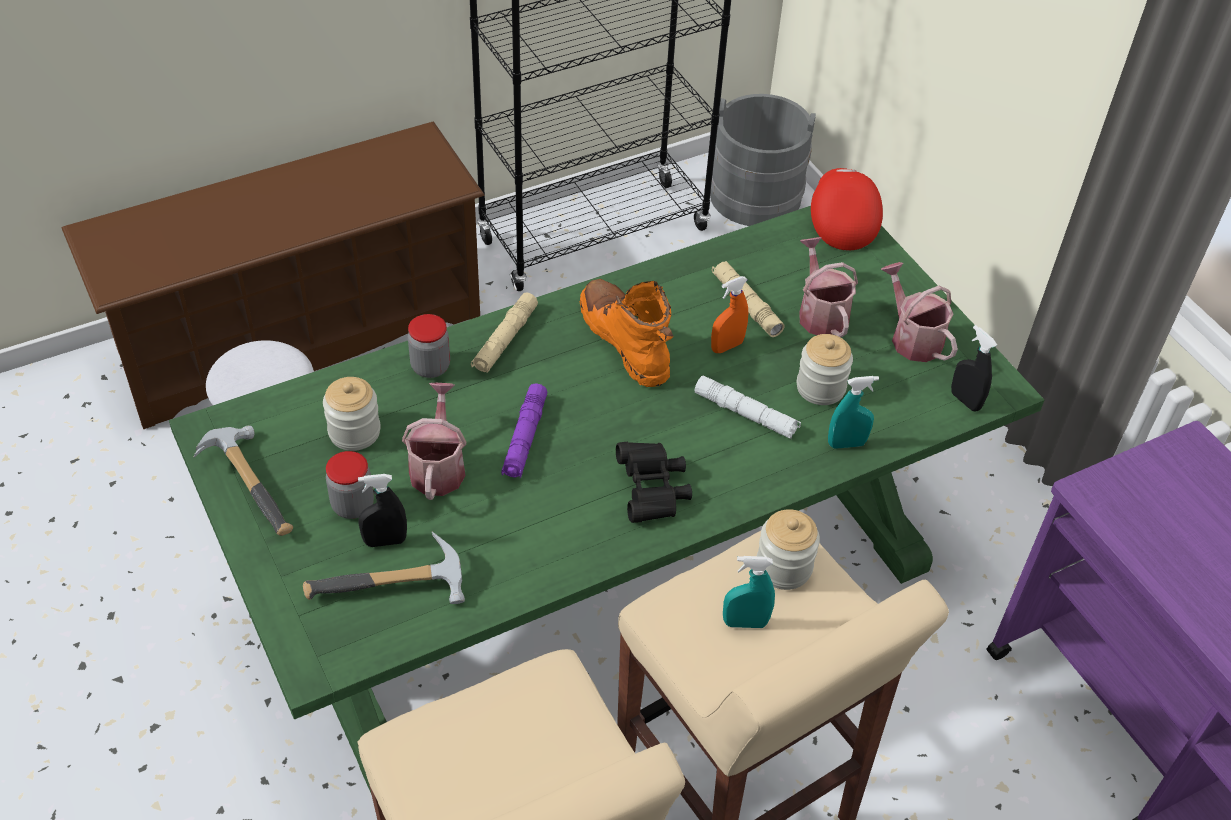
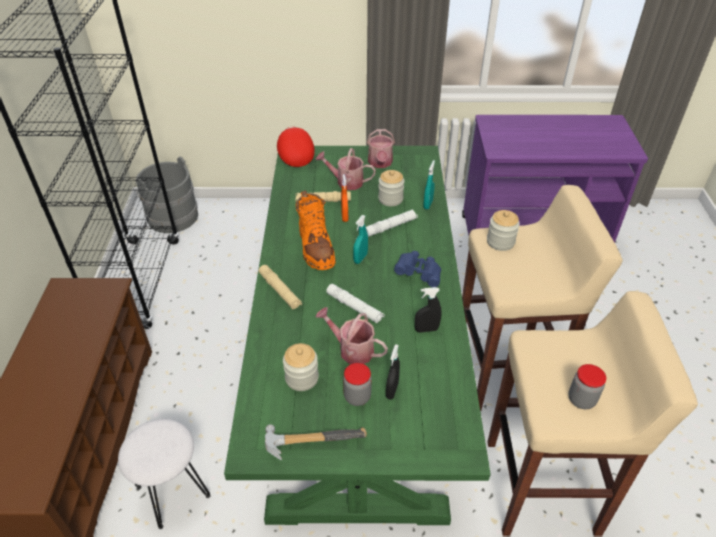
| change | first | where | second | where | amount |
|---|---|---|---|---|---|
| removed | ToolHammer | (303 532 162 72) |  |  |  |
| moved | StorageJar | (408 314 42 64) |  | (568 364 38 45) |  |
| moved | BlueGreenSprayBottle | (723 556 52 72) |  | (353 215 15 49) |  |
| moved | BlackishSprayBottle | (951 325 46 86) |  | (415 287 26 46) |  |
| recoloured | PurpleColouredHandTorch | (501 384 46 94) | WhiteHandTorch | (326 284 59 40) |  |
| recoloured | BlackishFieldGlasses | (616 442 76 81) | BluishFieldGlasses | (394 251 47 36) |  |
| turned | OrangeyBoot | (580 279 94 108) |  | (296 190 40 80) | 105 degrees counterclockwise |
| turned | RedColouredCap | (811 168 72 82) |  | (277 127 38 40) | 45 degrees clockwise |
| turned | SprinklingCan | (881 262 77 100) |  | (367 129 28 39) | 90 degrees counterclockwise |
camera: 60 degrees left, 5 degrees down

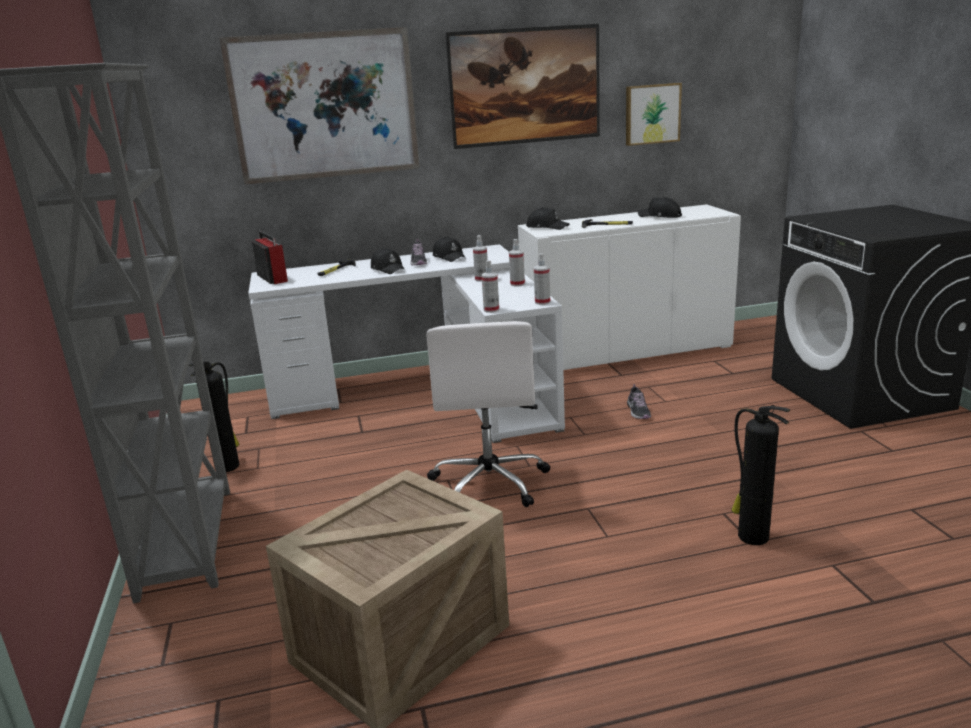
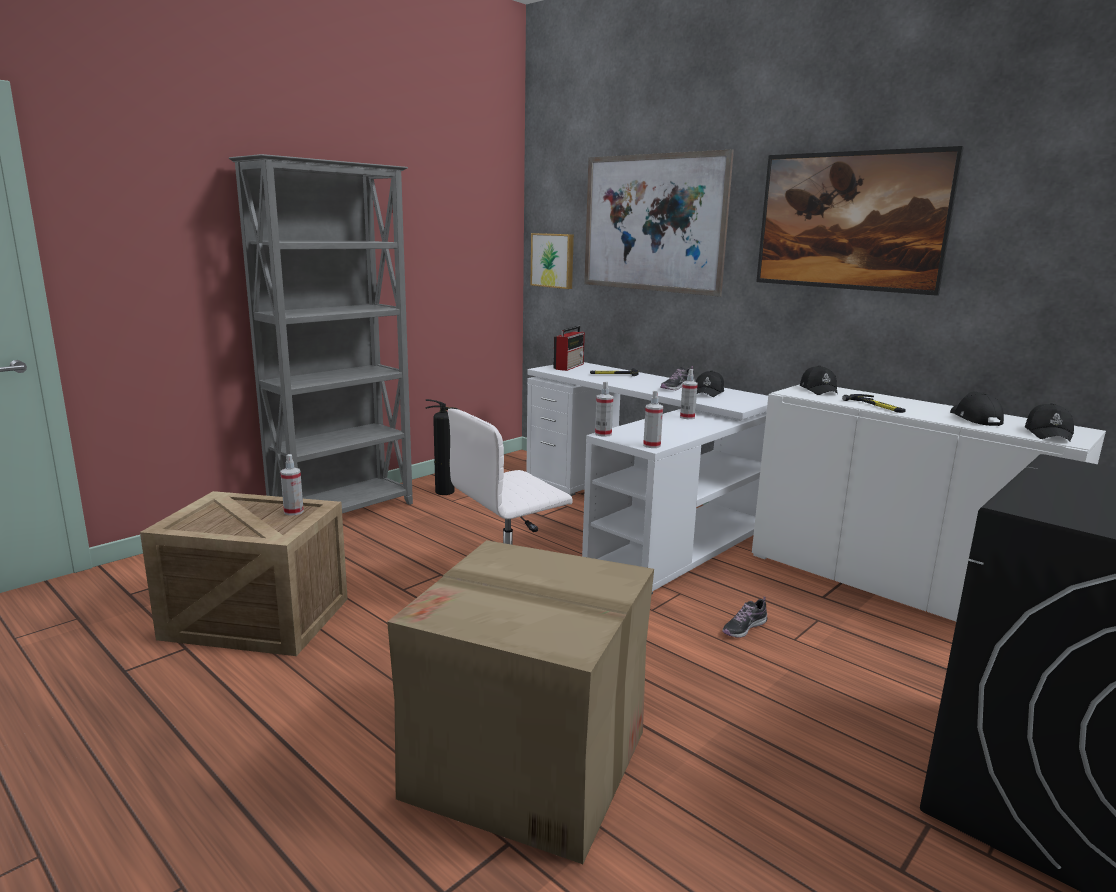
| change | first | where | second | where | amount |
|---|---|---|---|---|---|
| moved | BlackishCap | (371 248 34 26) |  | (1025 403 49 39) |  |
| moved | SprayBottle | (509 239 16 48) |  | (280 454 24 62) |  |
| moved | WallArt | (626 83 56 63) |  | (530 233 44 56) |  |
| replaced | Extinguisher | (731 405 59 140) | CardboardBox | (387 540 267 324) |  |
camera: 55 degrees right, 5 degrees down

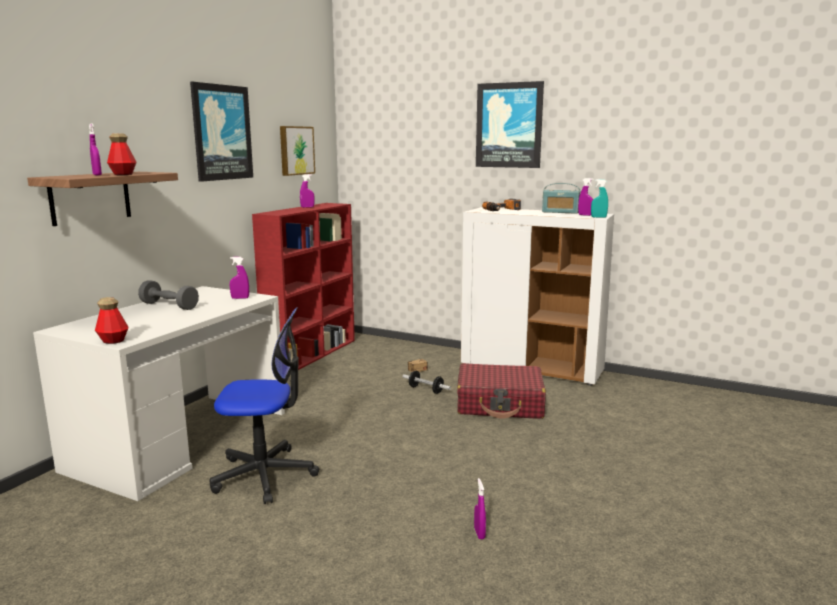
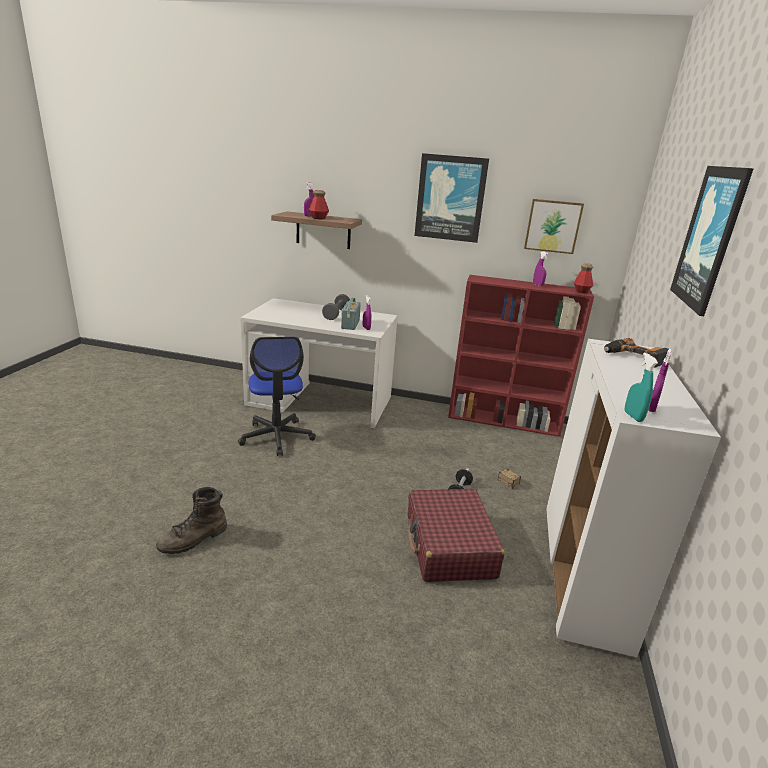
| change | first | where | second | where | amount |
|---|---|---|---|---|---|
| moved | Bottle | (95 297 33 47) |  | (574 263 19 30) |  |
| moved | RadioSet | (542 183 39 31) |  | (341 298 20 32) |  |
| replaced | PurpleColouredSprayBottle | (474 478 12 62) | BrownColouredBoot | (156 487 71 67) |  |
camera: 75 degrees right, 10 degrees up

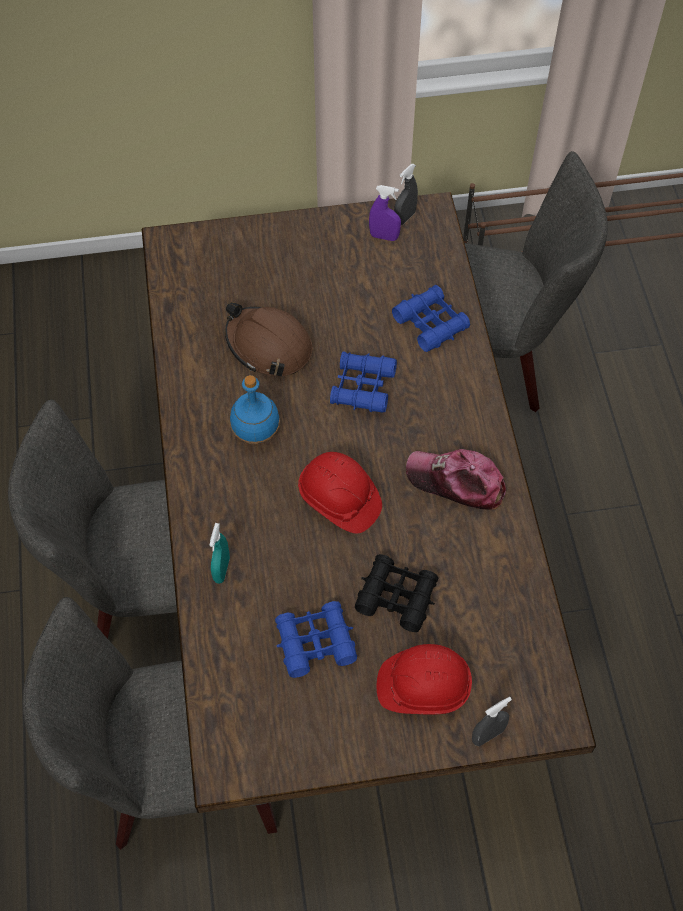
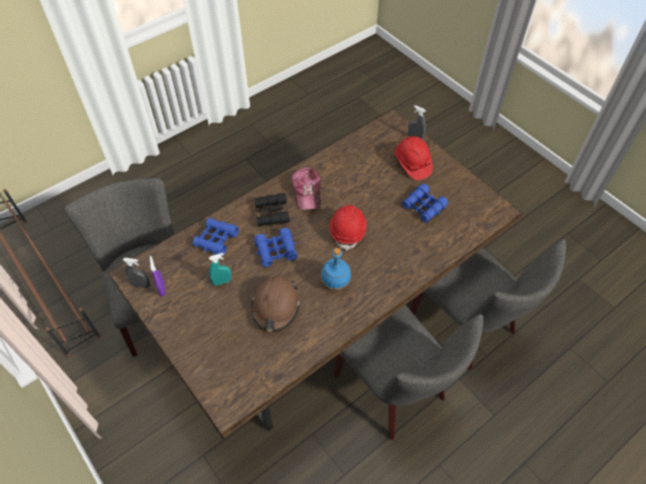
| change | first | where | second | where | amount |
|---|---|---|---|---|---|
| moved | BlueGreenSprayBottle | (209 523 21 61) |  | (209 253 23 33) |  |
| moved | BlackishFieldGlasses | (355 554 83 78) |  | (255 193 35 34) |  |
camera: 120 degrees left, 5 degrees down

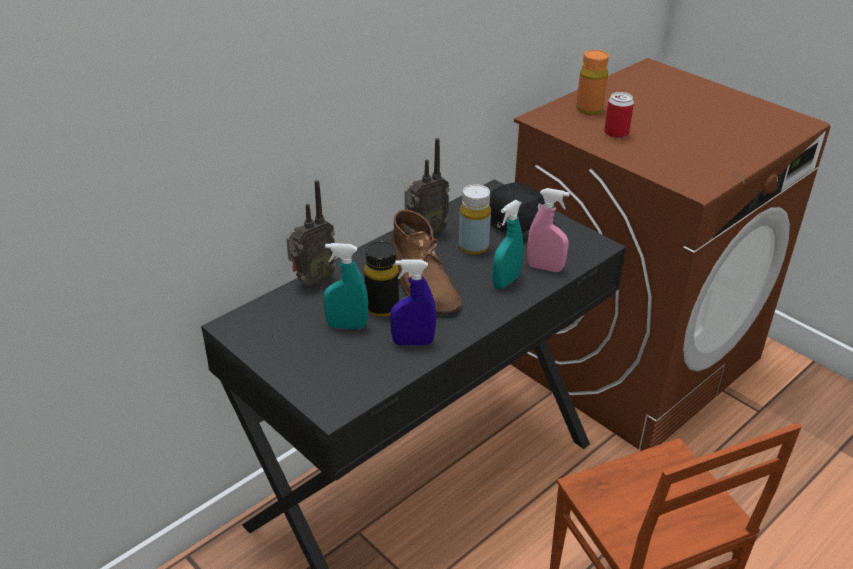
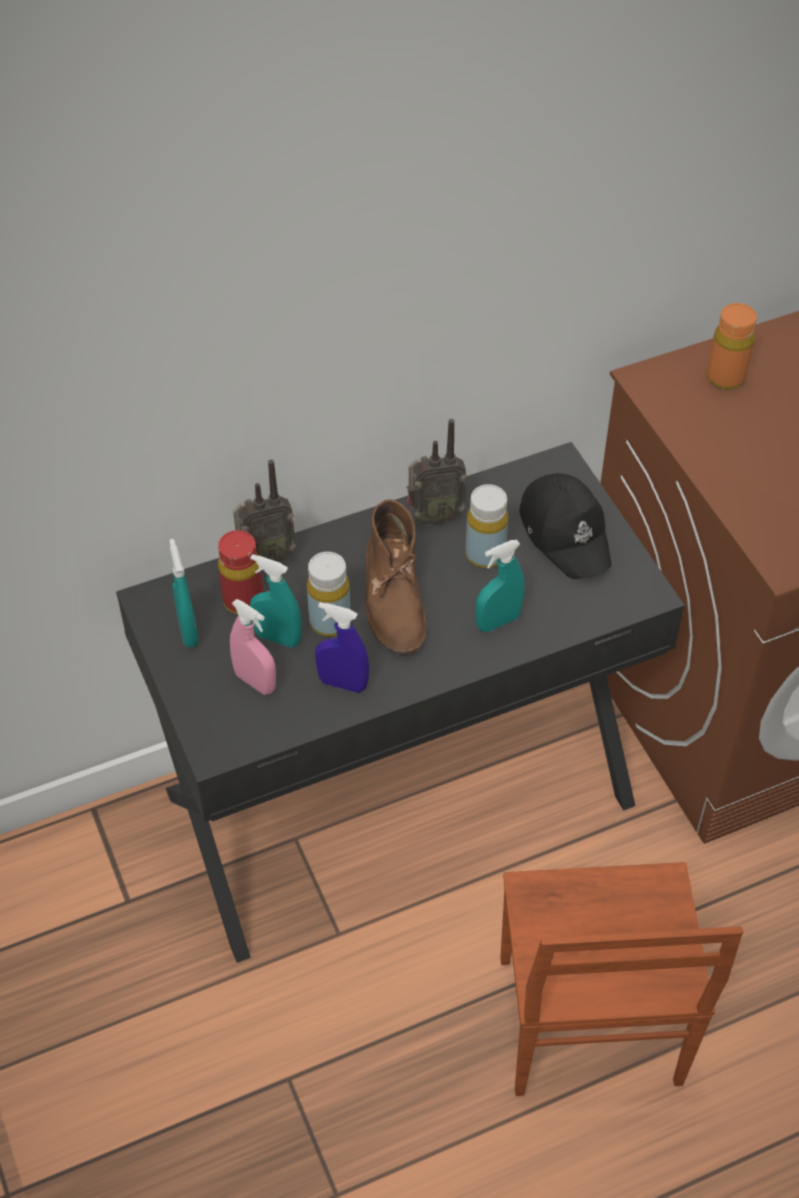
| change | first | where | second | where | amount |
|---|---|---|---|---|---|
| removed | Can | (604 92 30 46) |  |  |  |
| added |  |  | BlueGreenSprayBottle | (169 539 30 108) |  |
| added |  |  | RedColouredBottle | (218 530 45 84) |  |
| moved | PinkSprayBottle | (527 188 43 84) |  | (230 599 46 96) |  |
| recoloured | BlackishBottle | (364 241 35 76) | YellowBottle | (307 552 43 84) |  |
camera: 20 degrees right, 15 degrees up

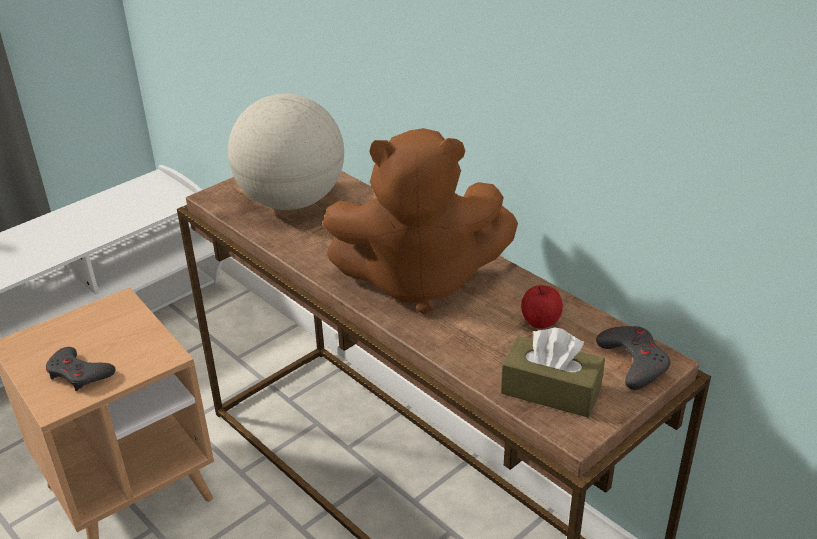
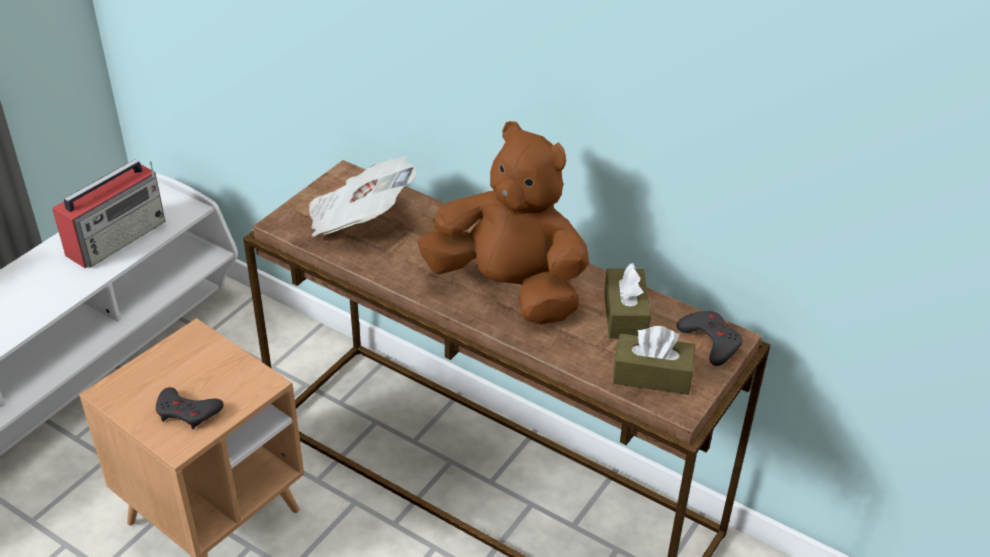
| change | first | where | second | where | amount |
|---|---|---|---|---|---|
| added |  |  | RadioSet | (52 159 113 109) |  |
| replaced | DeskGlobe | (228 94 116 116) | Newspaper | (309 156 107 81) |  |
| replaced | Apple | (521 285 42 44) | BrownColouredTissueHolder | (604 263 47 76) |  |
| turned | BrownColouredCuddlyToy | (323 128 195 186) |  | (417 121 172 204) | 135 degrees counterclockwise |
camera: 15 degrees left, 5 degrees up

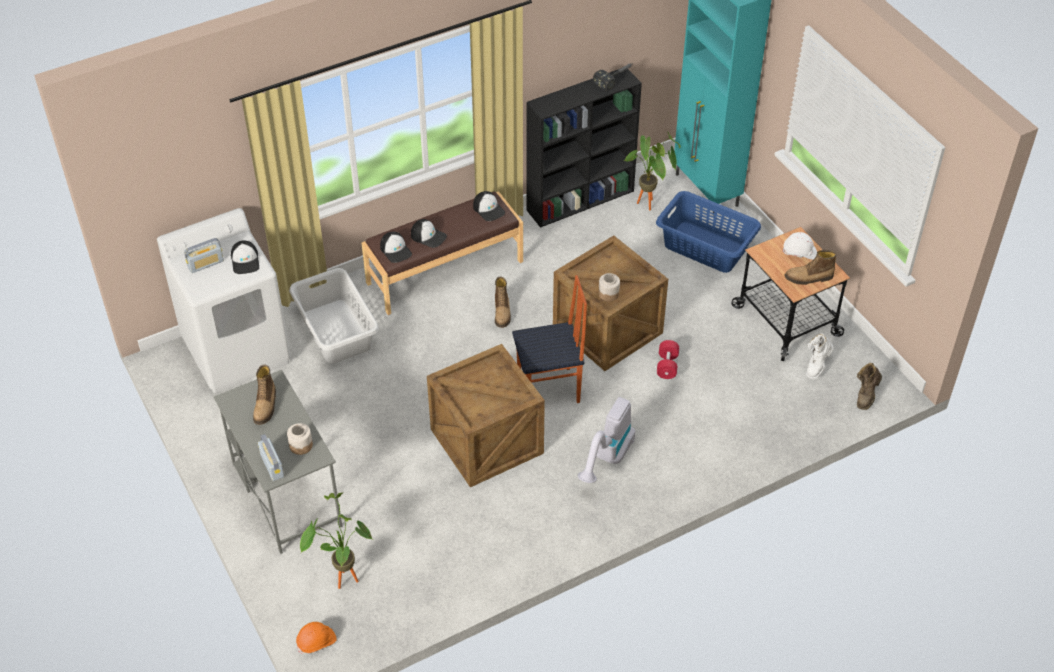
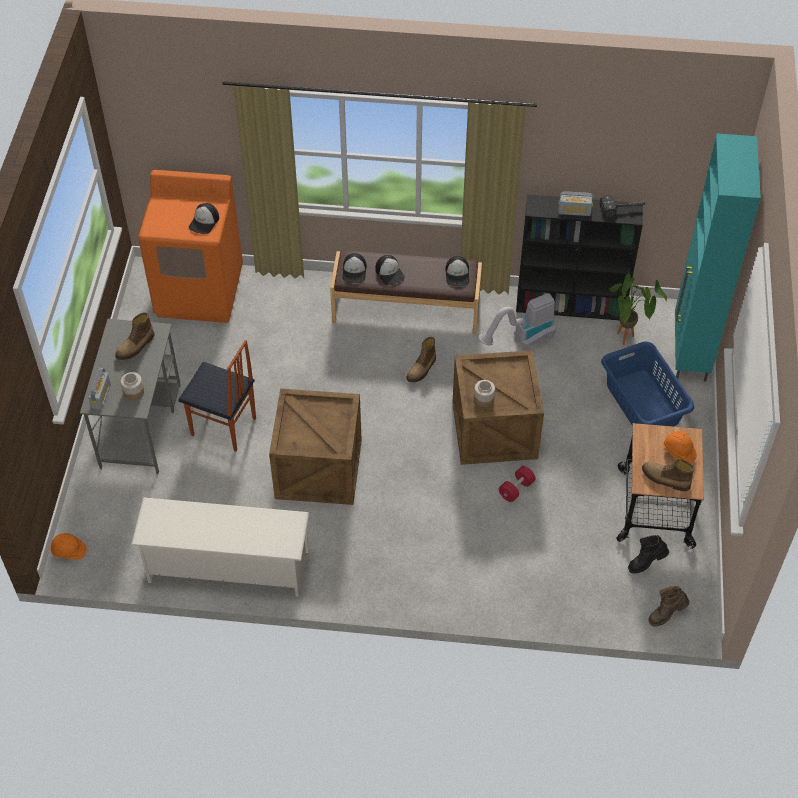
| change | first | where | second | where | amount |
|---|---|---|---|---|---|
| removed | GrayLaundryBasket | (289 268 90 95) |  |  |  |
| removed | Houseplant | (300 493 73 96) |  |  |  |
| added |  |  | WhiteShoeShelf | (131 497 178 100) |  |
| moved | RadioSet | (184 238 40 35) |  | (559 191 34 25) |  |
| moved | Chair | (512 275 75 128) |  | (178 340 78 112) |  |
| moved | Vacuum | (578 397 57 86) |  | (479 293 77 54) |  |
| recoloured | WhiteWashingMachine | (157 208 134 185) | OrangeyWashingMachine | (138 170 105 153) |  |
| recoloured | WhiteSafetyHelmet | (782 232 35 28) | OrangeySafetyHelmet | (663 431 34 33) |  |
| recoloured | WhiteBoot | (806 333 28 46) | BlackishBoot | (628 535 41 39) |  |
camera: 35 degrees right, 5 degrees up

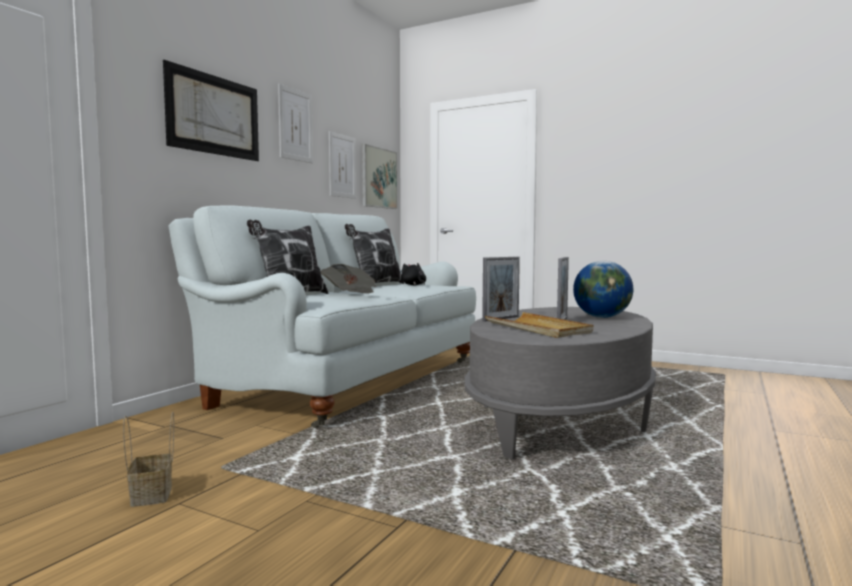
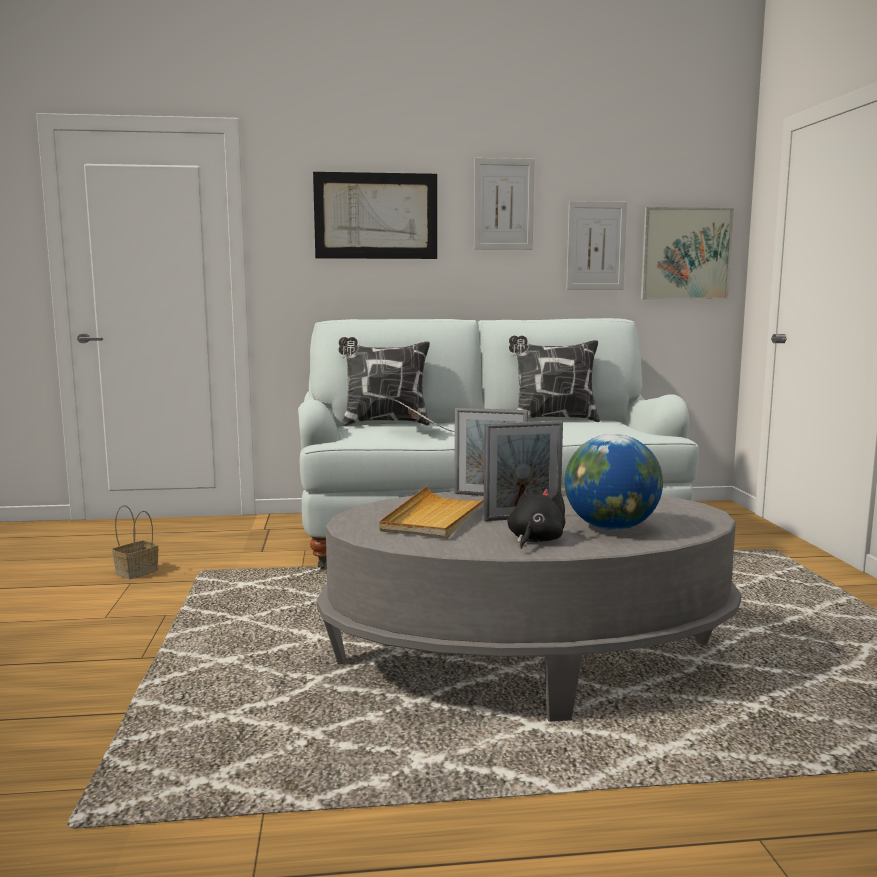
| change | first | where | second | where | amount |
|---|---|---|---|---|---|
| moved | BlackishCuddlyToy | (401 263 25 23) |  | (508 487 57 62) |  |
camera: 55 degrees right, 5 degrees up

